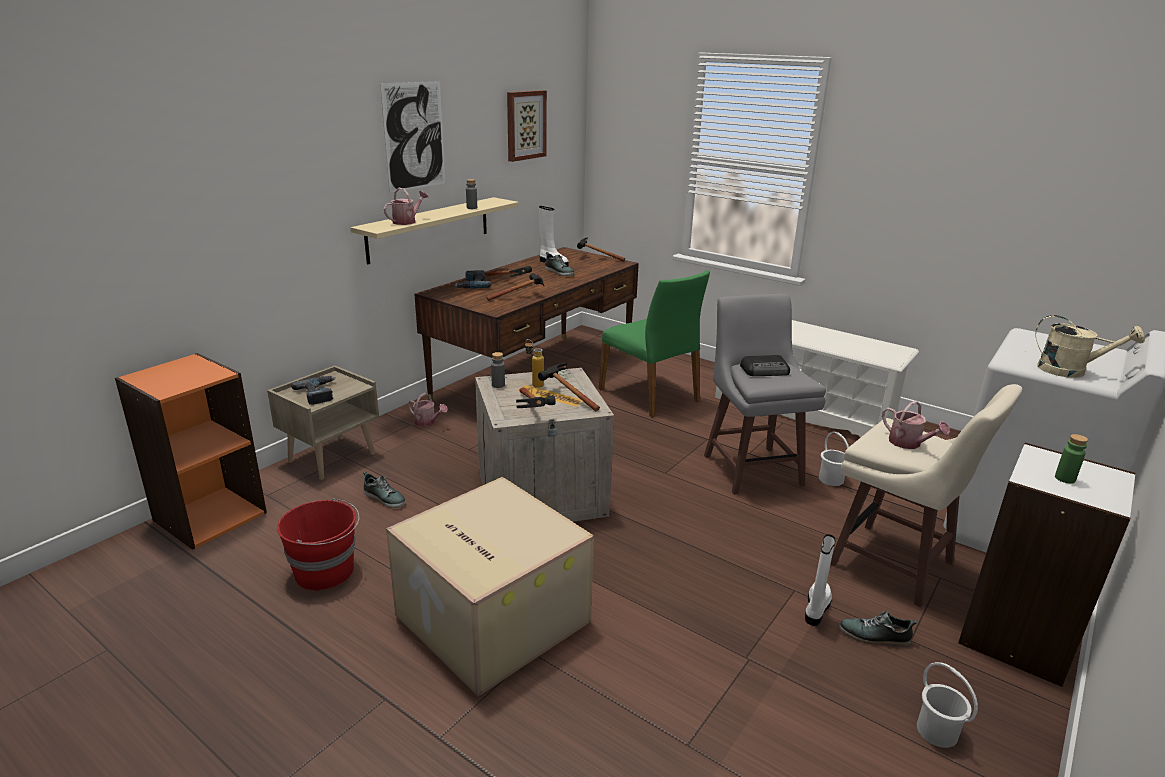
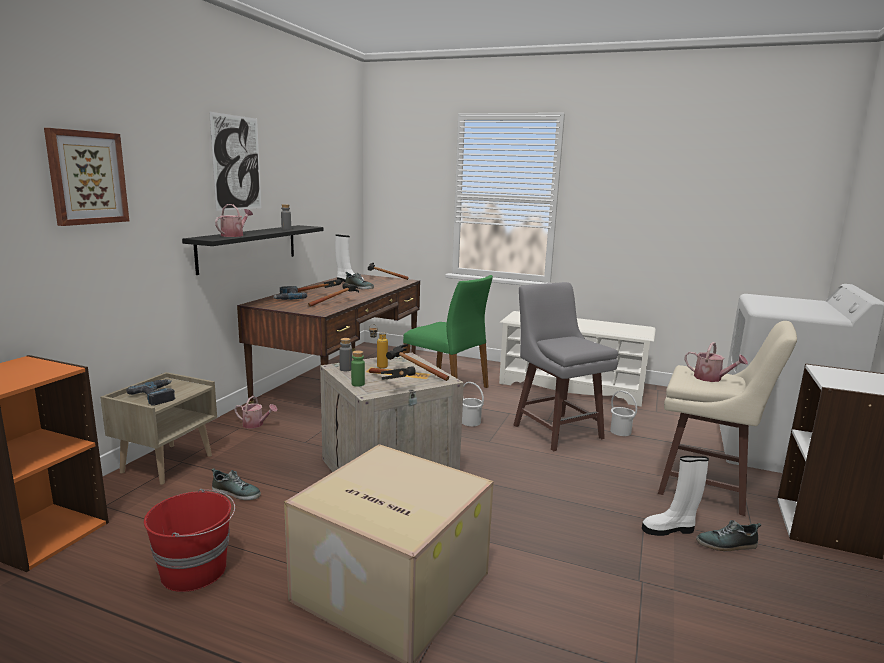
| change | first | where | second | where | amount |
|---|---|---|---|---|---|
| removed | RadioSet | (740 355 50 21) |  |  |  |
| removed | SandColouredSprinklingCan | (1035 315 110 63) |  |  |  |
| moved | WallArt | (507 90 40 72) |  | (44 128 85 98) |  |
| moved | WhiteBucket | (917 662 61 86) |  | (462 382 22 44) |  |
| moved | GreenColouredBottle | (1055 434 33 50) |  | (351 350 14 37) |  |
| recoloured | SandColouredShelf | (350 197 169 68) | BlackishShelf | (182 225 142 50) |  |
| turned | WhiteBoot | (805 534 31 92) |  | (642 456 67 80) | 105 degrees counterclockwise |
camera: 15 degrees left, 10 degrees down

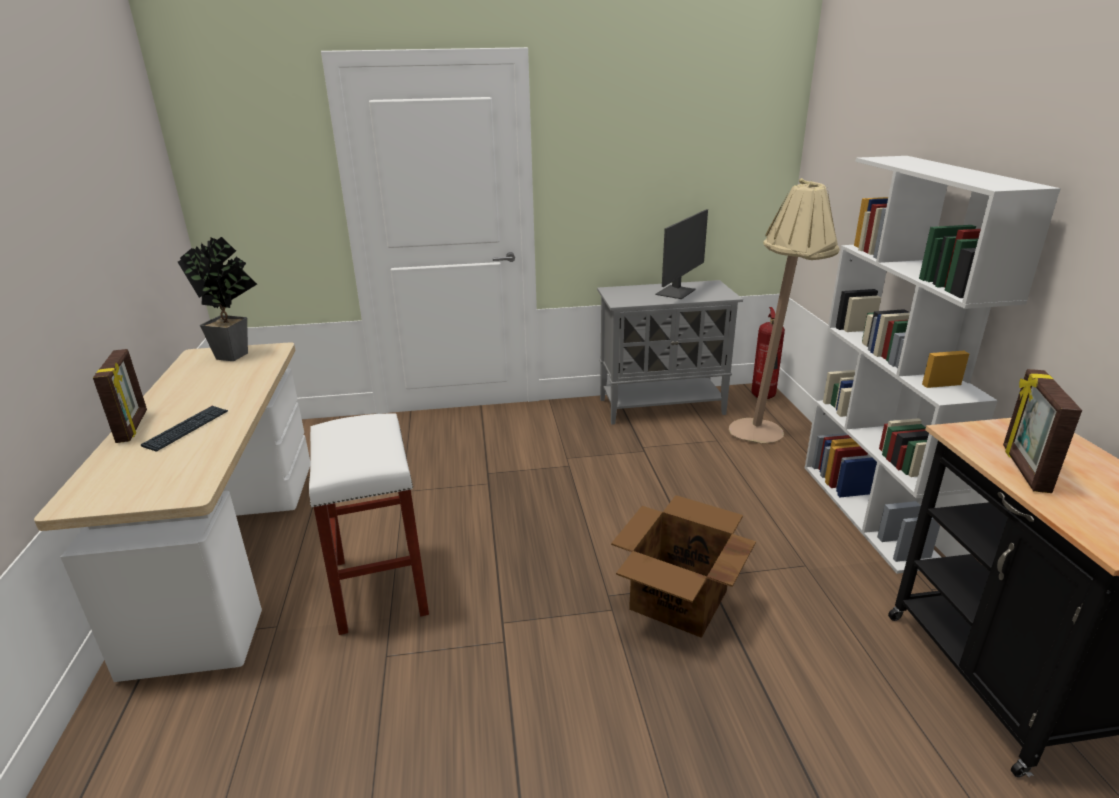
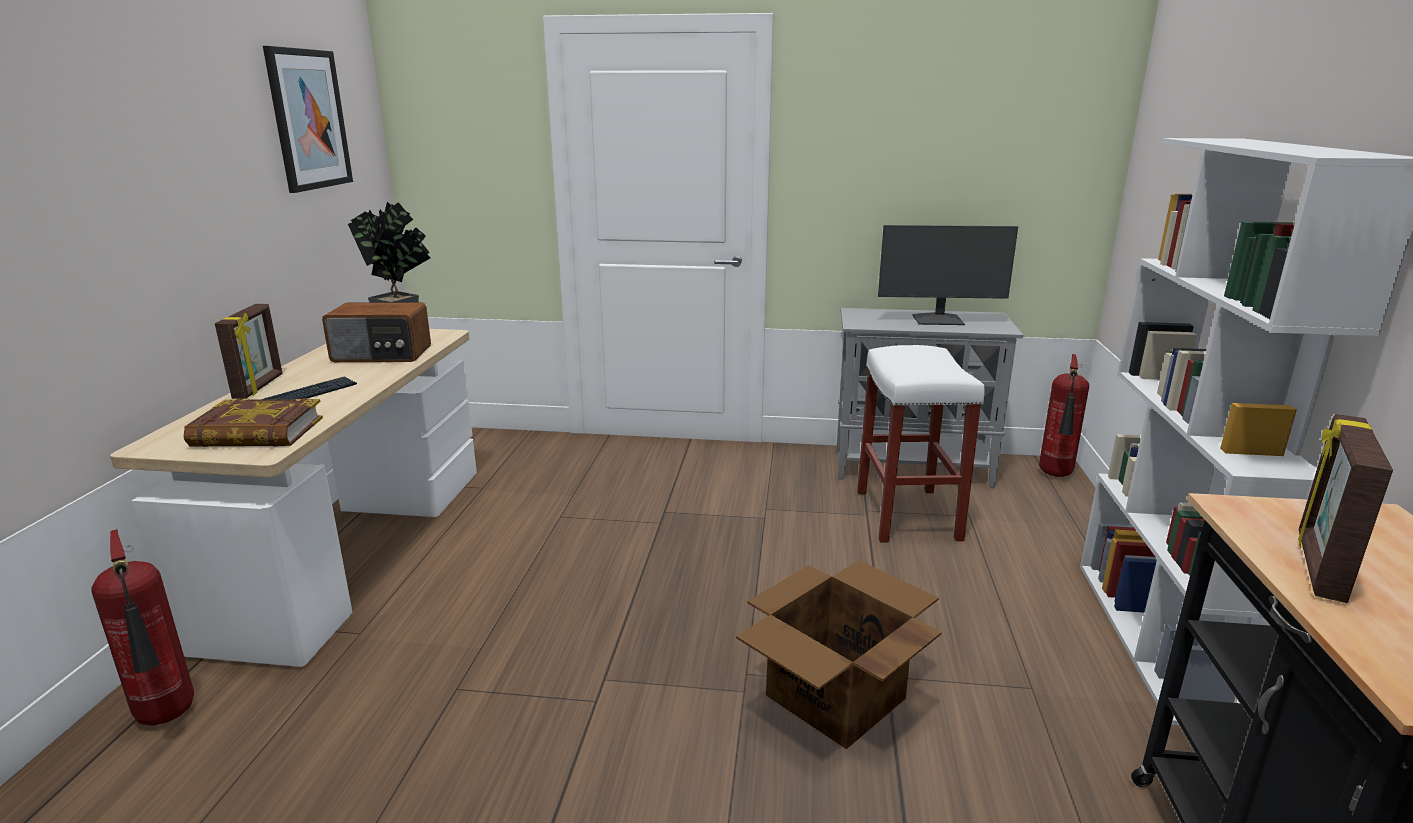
| change | first | where | second | where | amount |
|---|---|---|---|---|---|
| removed | SandColouredStandingLamp | (729 178 111 266) |  |  |  |
| added |  |  | Extinguisher | (91 529 103 197) |  |
| added |  |  | BoundBook | (184 398 139 49) |  |
| added |  |  | WallArt | (263 46 90 147) |  |
| added |  |  | RadioSet | (322 302 109 60) |  |
| moved | WhiteStool | (309 413 120 222) |  | (857 345 128 198) |  |
| turned | ComputerDisplay | (655 209 53 90) |  | (878 225 140 100) | 45 degrees clockwise |
camera: 15 degrees right, 5 degrees down

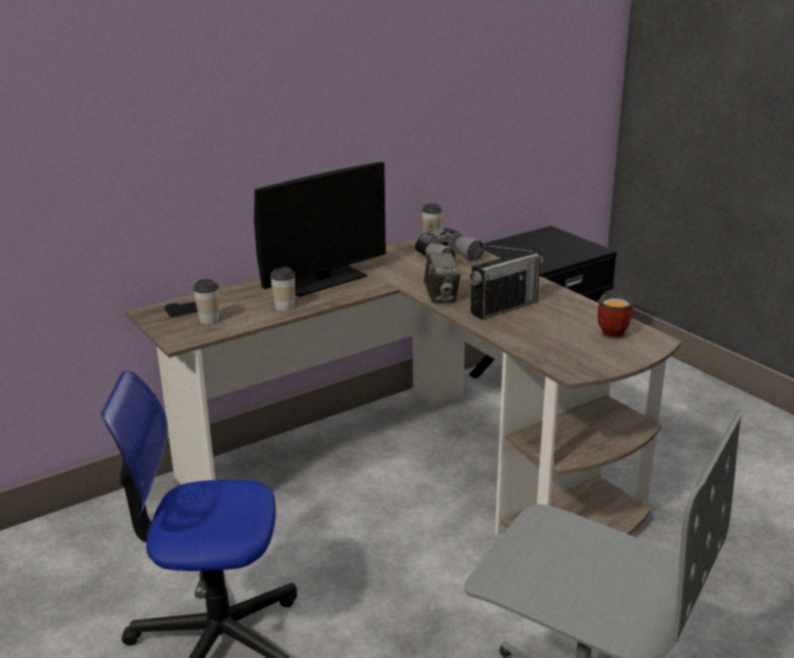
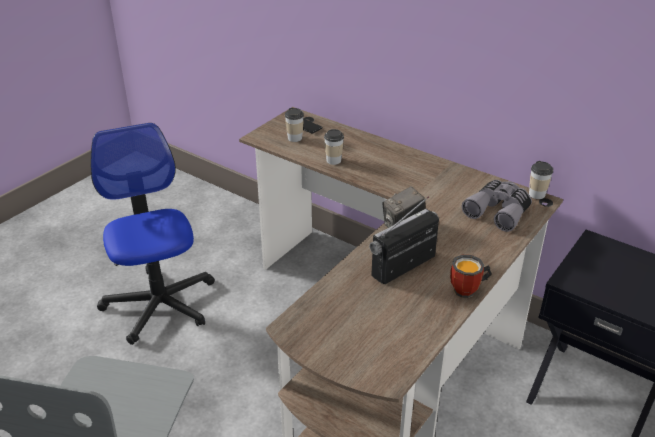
| change | first | where | second | where | amount |
|---|---|---|---|---|---|
| removed | ComputerDisplay | (254 162 132 135) |  |  |  |
| moved | TeaMug | (598 295 35 44) |  | (450 255 42 43) |  |
| turned | RadioSet | (470 245 73 74) |  | (369 196 70 88) | 105 degrees clockwise |
camera: 70 degrees right, 10 degrees up

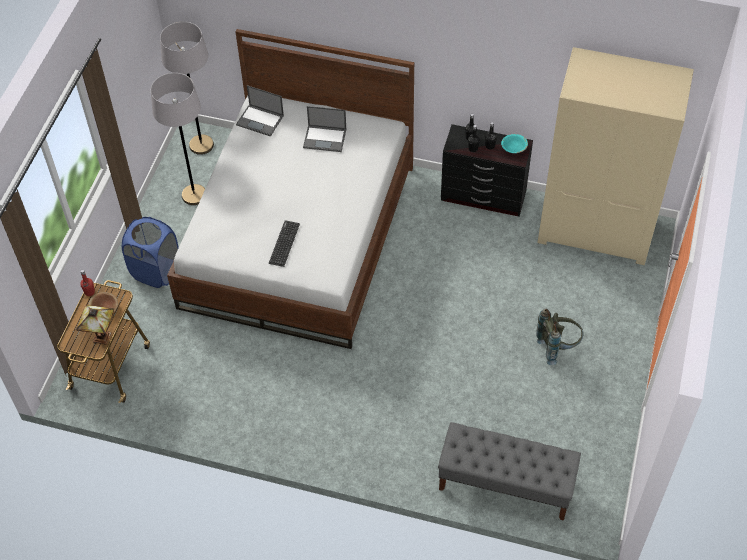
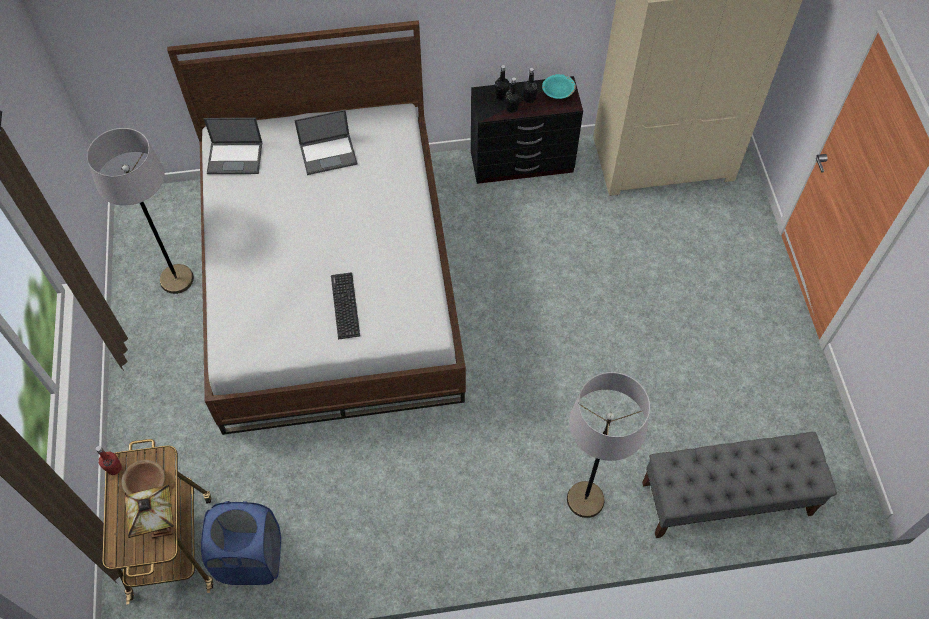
| change | first | where | second | where | amount |
|---|---|---|---|---|---|
| removed | GrayKnapsack | (536 309 48 56) |  |  |  |
| moved | BluishLaundryBasket | (122 217 57 71) |  | (201 501 80 84) |  |
| moved | GrayStandingLamp | (160 22 54 133) |  | (567 372 83 146) |  |
camera: 25 degrees left, 5 degrees up

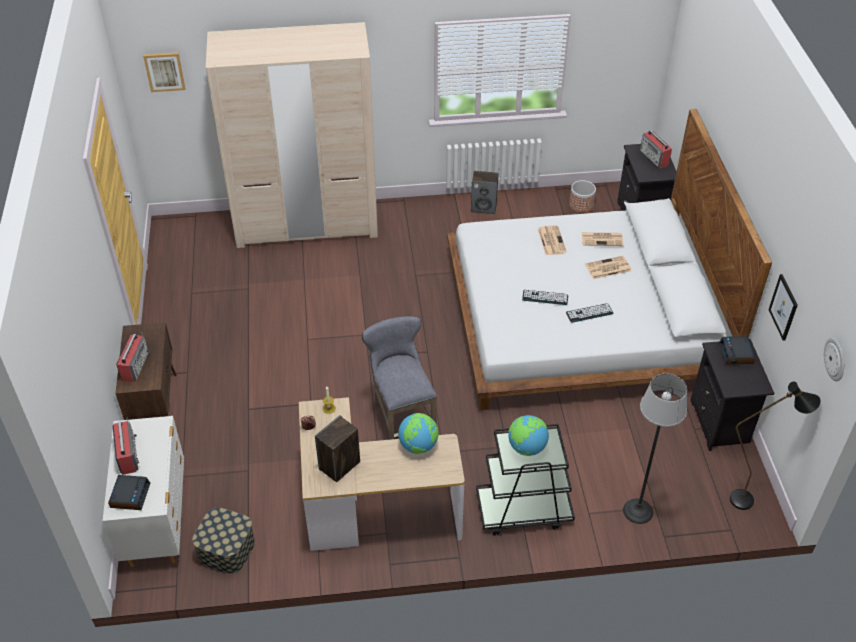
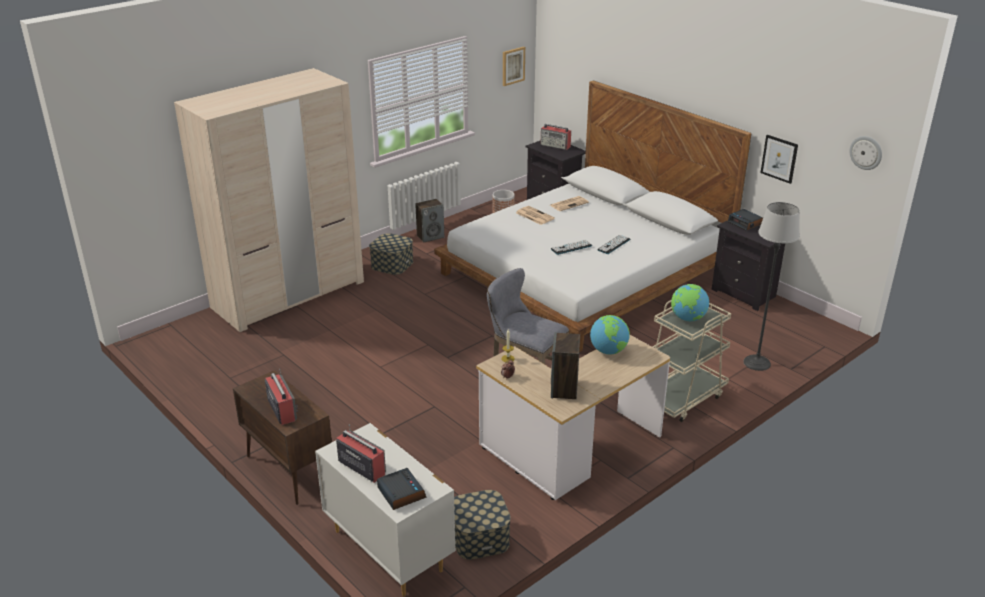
| change | first | where | second | where | amount |
|---|---|---|---|---|---|
| removed | Newspaper | (585 256 46 23) |  |  |  |
| removed | BlackishStandingLamp | (730 381 91 129) |  |  |  |
| added |  |  | StorageBox | (369 233 44 42) |  |
| moved | WallArt | (143 52 42 40) |  | (503 47 22 39) |  |
| recoloured | BlackishWheeledCart | (476 424 99 112) | SandColouredWheeledCart | (653 300 78 122) |  |
camera: 35 degrees left, 15 degrees down

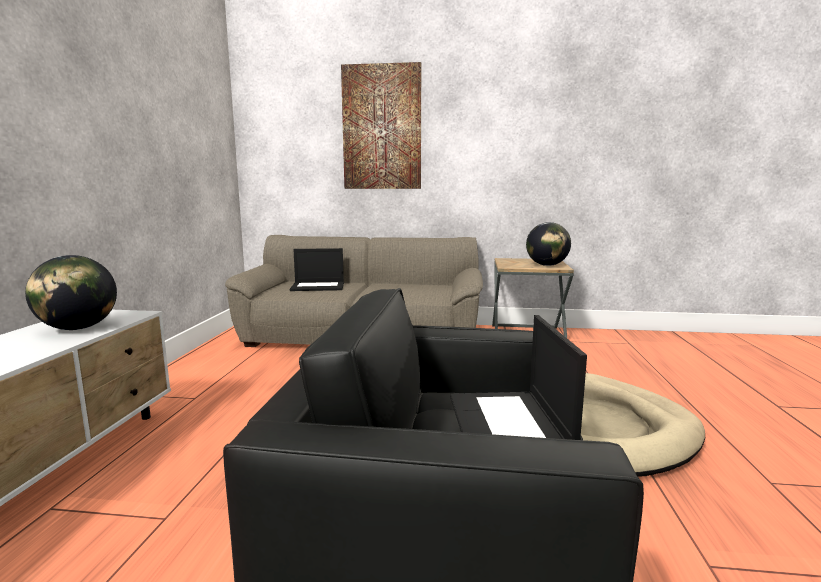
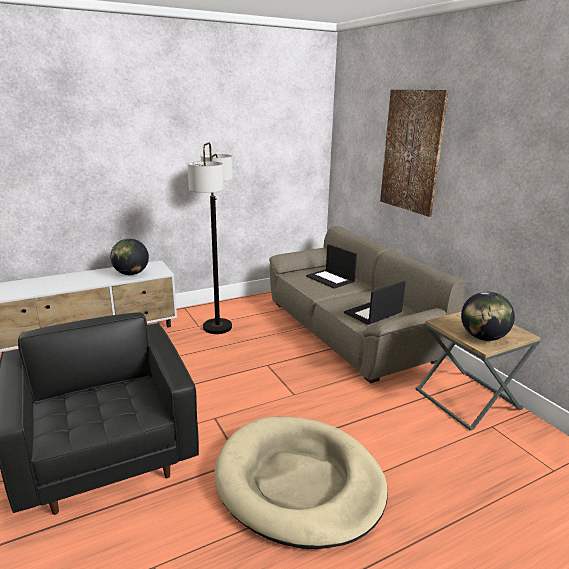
| change | first | where | second | where | amount |
|---|---|---|---|---|---|
| added |  |  | StandingLamp | (188 142 44 192) |  |
| moved | PortableComputer | (450 315 137 125) |  | (344 281 62 44) |  |
camera: 55 degrees right, 10 degrees up

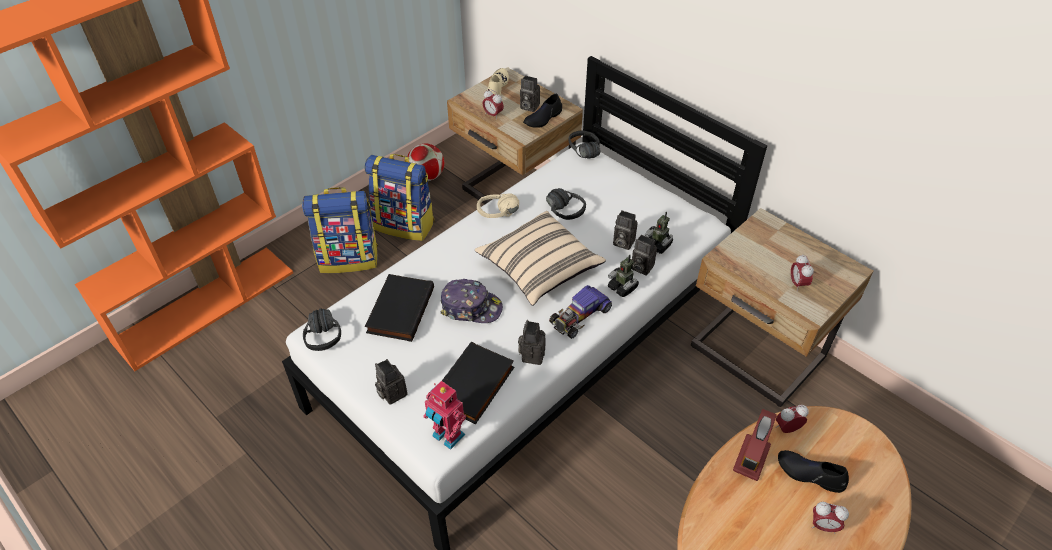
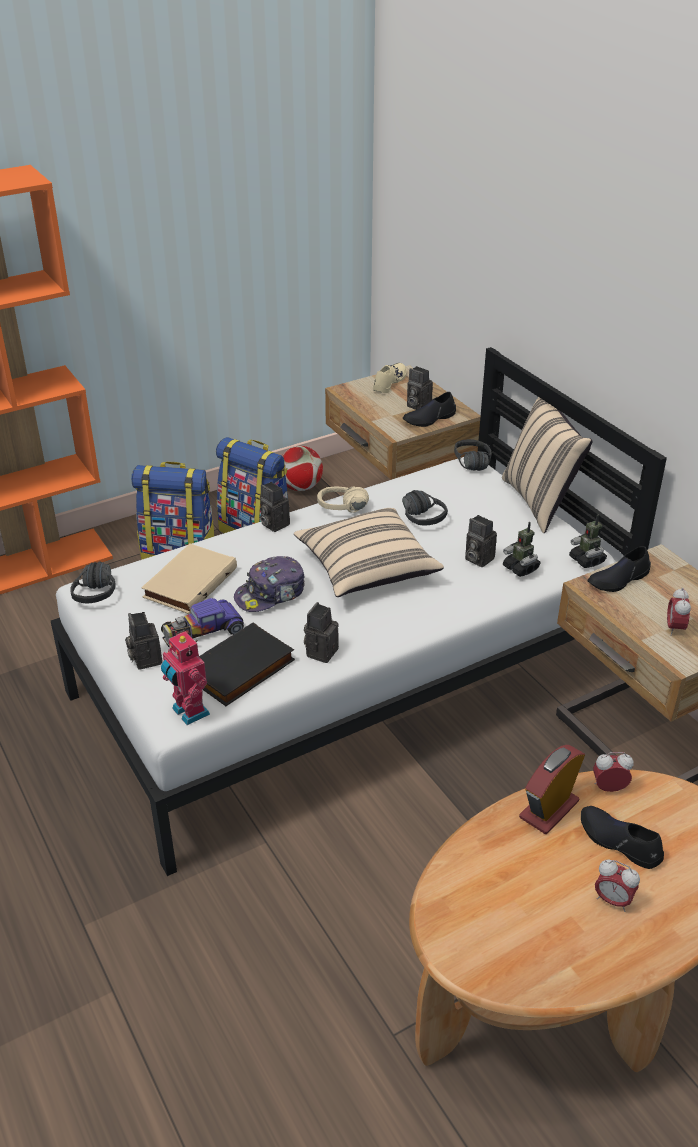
| change | first | where | second | where | amount |
|---|---|---|---|---|---|
| removed | BedsideClock | (482 89 22 30) |  |  |  |
| added |  |  | SandColouredThrowPillow | (502 397 90 136) |  |
| added |  |  | BlackishShoe | (587 546 64 46) |  |
| moved | ModelCar | (549 285 63 54) |  | (161 598 83 49) |  |
| moved | ToyRobot | (608 255 31 42) |  | (569 515 38 53) |  |
| moved | PhotoCamera | (632 234 25 41) |  | (260 482 30 50) |  |
| recoloured | BlackishBoundBook | (365 274 69 68) | SandColouredBoundBook | (141 544 96 70) |  |
| turned | Cap | (441 279 62 44) |  | (234 556 70 56) | 120 degrees clockwise |
camera: 15 degrees right, 10 degrees down

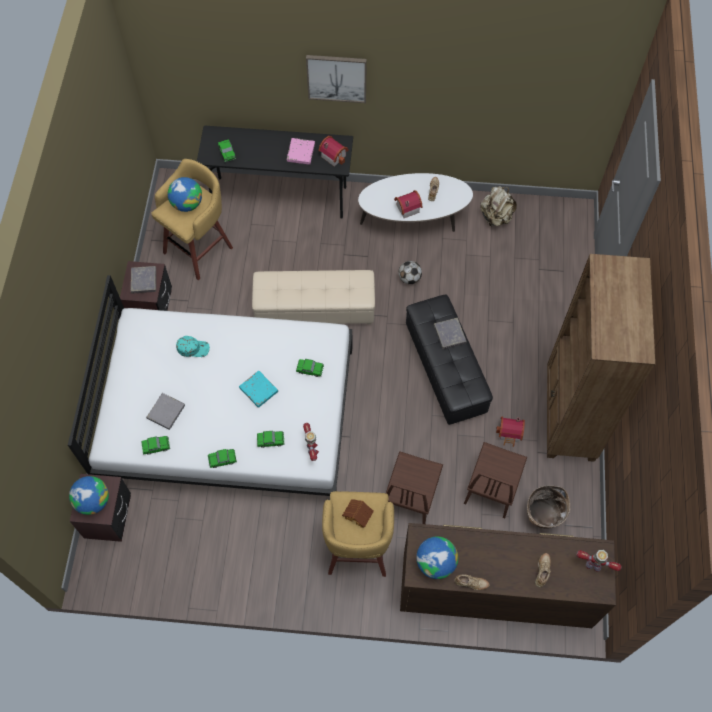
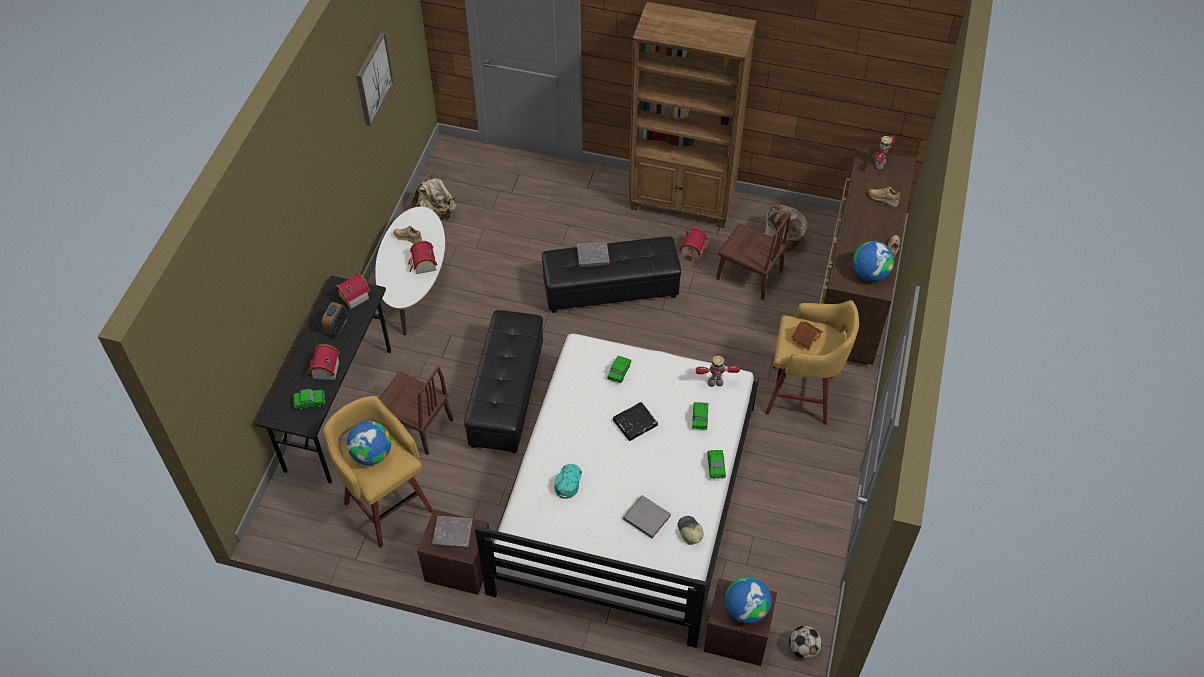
| change | first | where | second | where | amount |
|---|---|---|---|---|---|
| added |  |  | ToyHouse | (308 344 32 36) |  |
| moved | WallArt | (306 55 61 48) |  | (356 32 38 94) |  |
| moved | BrownColouredChair | (386 451 57 73) |  | (379 366 74 89) |  |
| moved | FootballBall | (398 261 24 23) |  | (789 626 33 33) |  |
| replaced | ModelCar | (141 436 29 19) | Cap | (678 516 26 29) |  |
| replaced | PinkBoundBook | (287 138 28 27) | BedsideClock | (322 302 26 34) |  |
| recoloured | BlueGreenBoundBook | (239 371 39 37) | BlackishBoundBook | (613 402 45 39) |  |
| recoloured | SandColouredOttoman | (252 270 123 54) | BlackishOttoman | (464 310 79 143) |  |
camera: 80 degrees left, 10 degrees down

